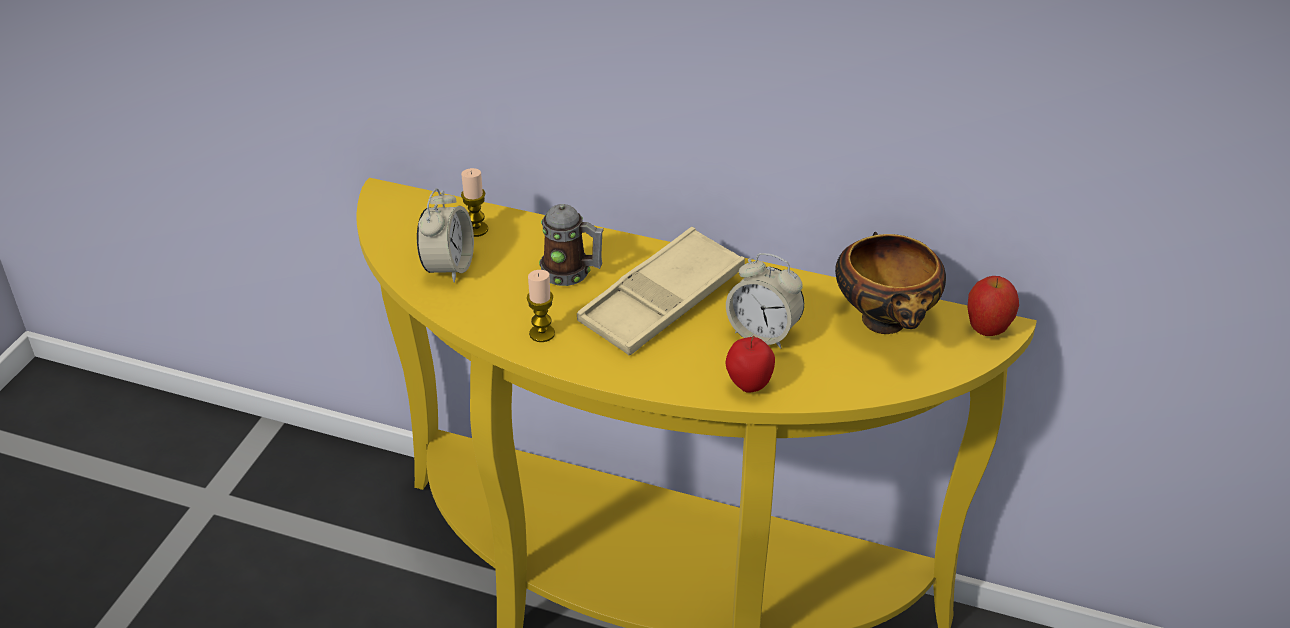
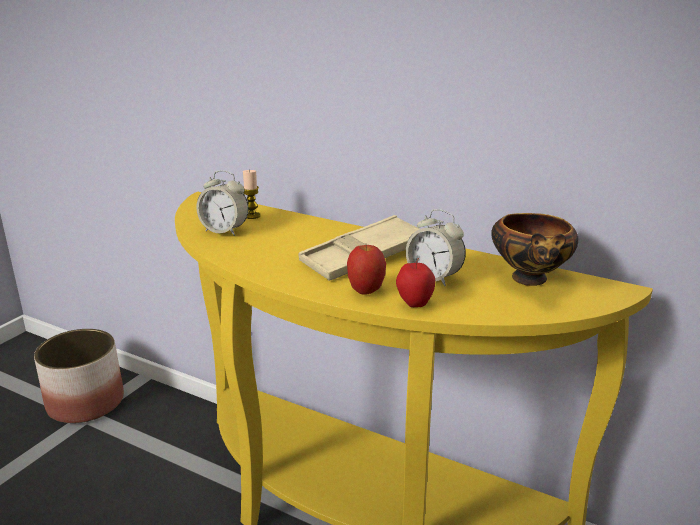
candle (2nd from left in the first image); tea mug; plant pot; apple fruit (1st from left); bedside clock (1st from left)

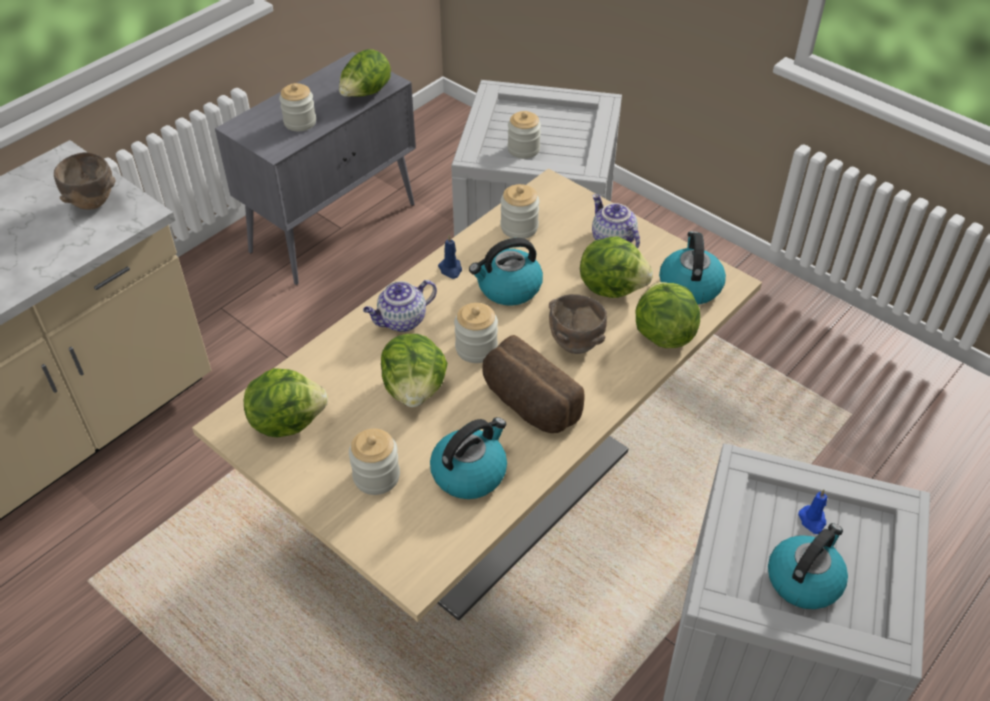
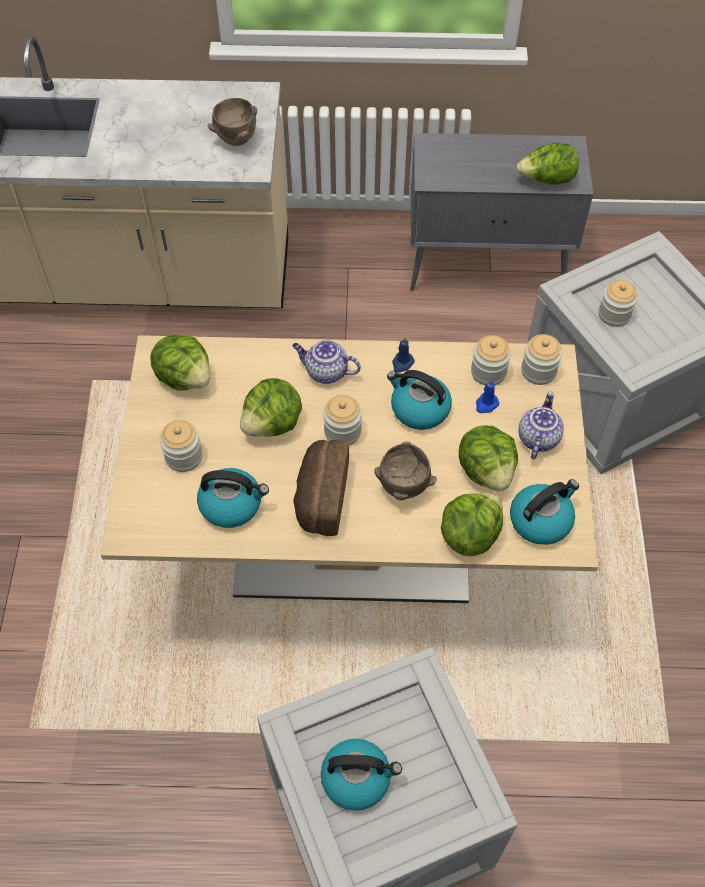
storage jar (4th from left); candle/blue-coloured (2nd from left)

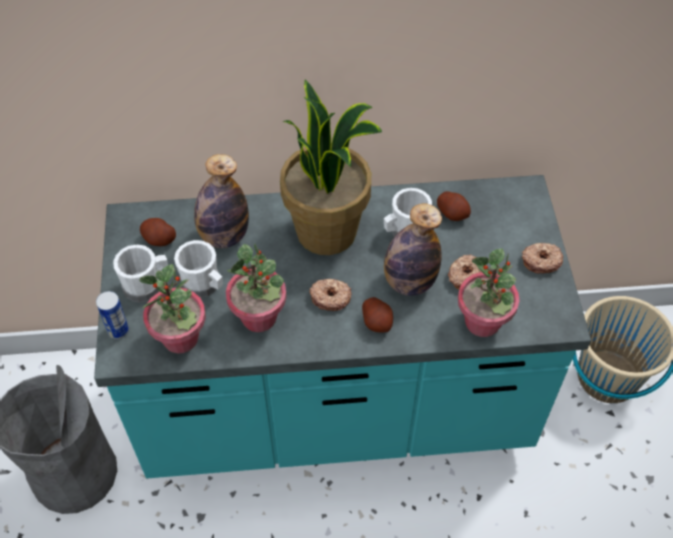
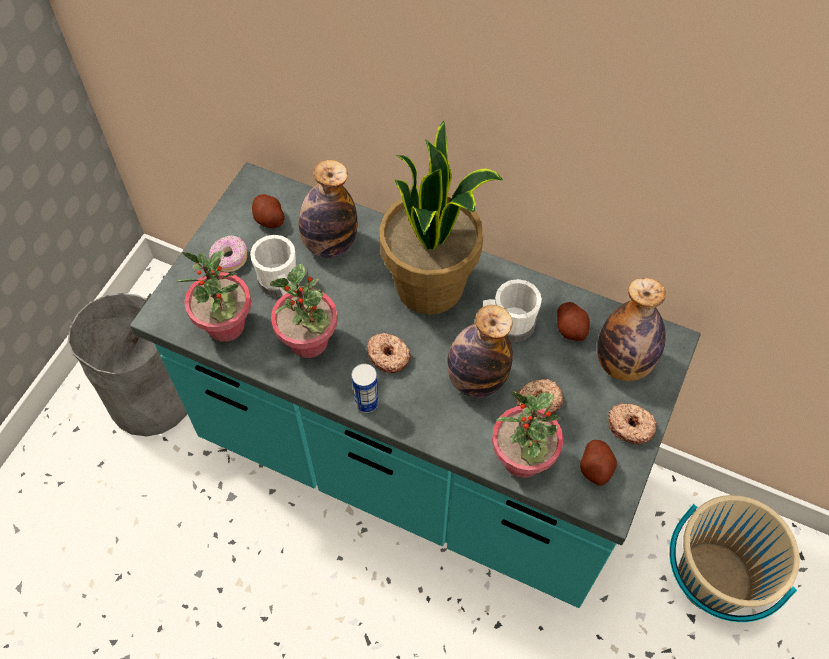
drink bottle (3rd from left); metal can; potato (3rd from left); ring doughnut (1st from left)

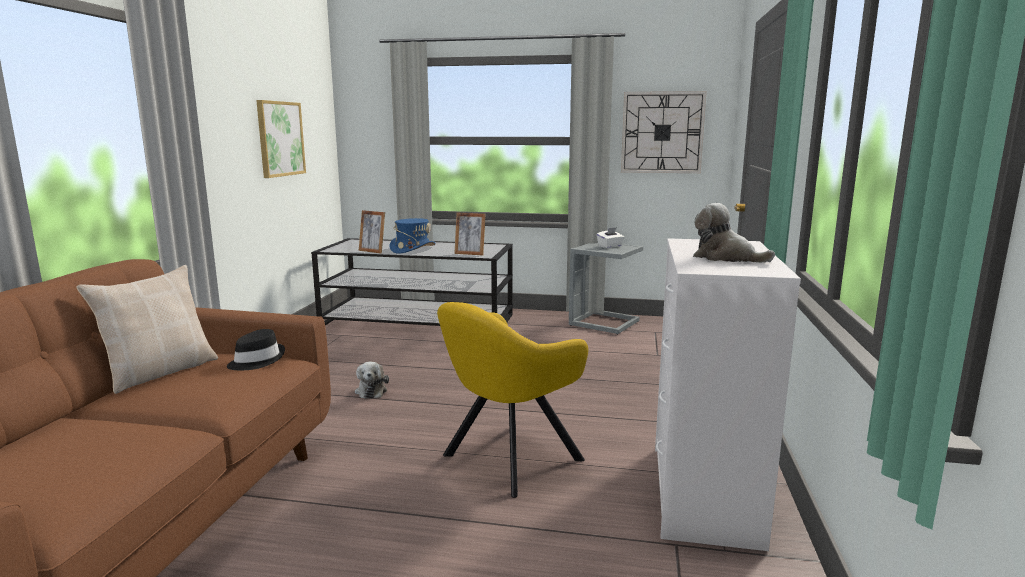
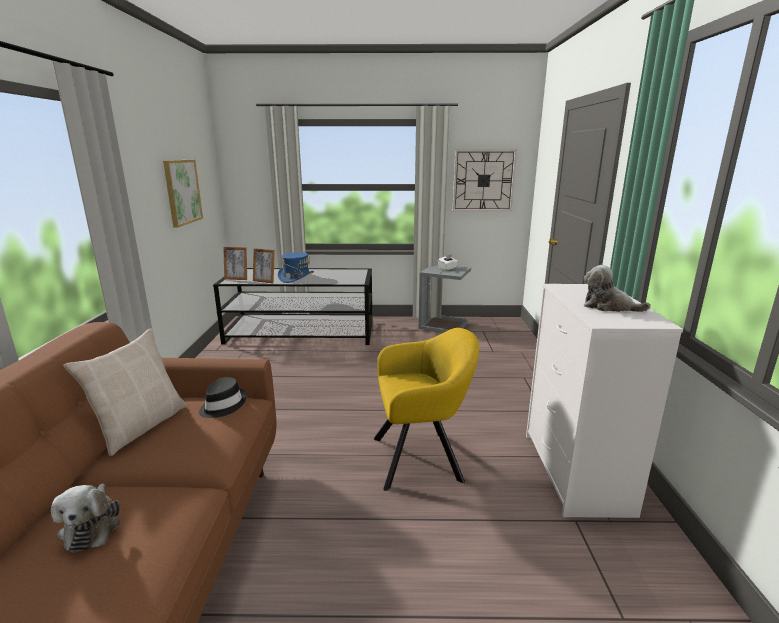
soft toy (1st from left); standing frame (1st from left); easy chair/yellow-coloured

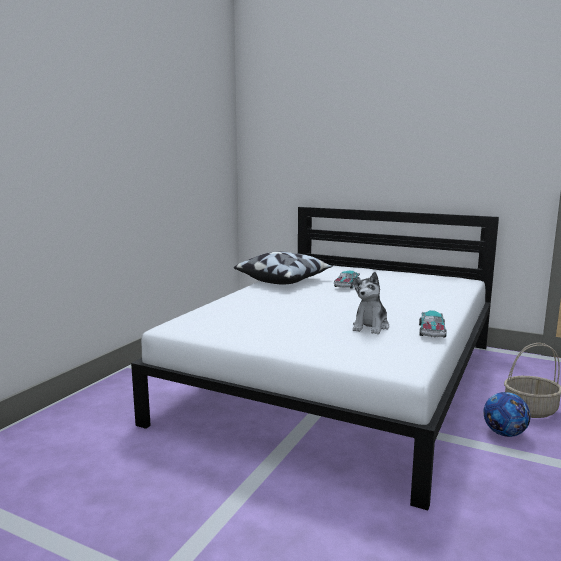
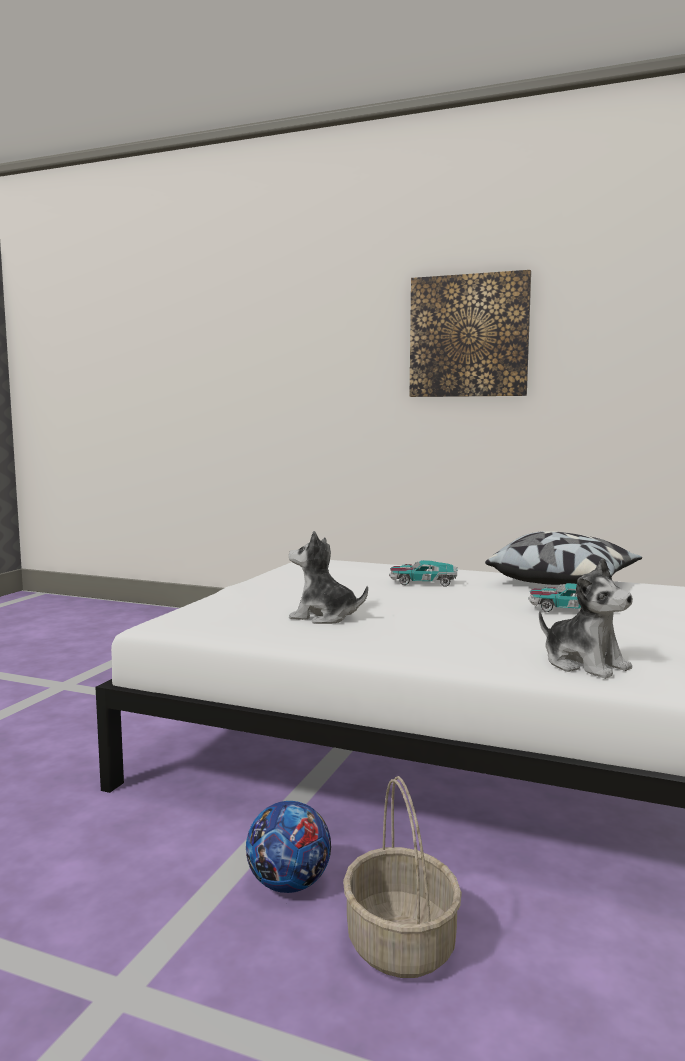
picture; soft toy (2nd from left); toy car (1st from left)

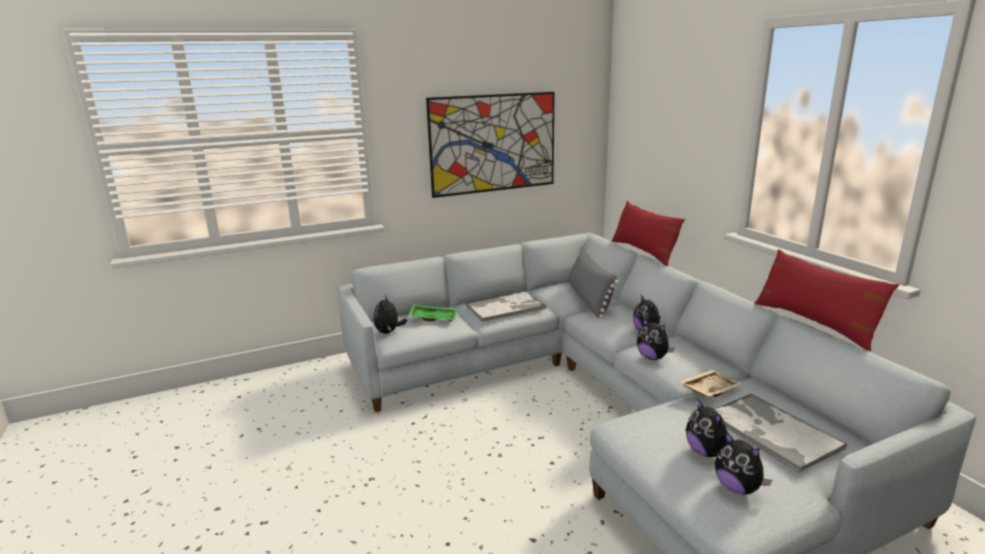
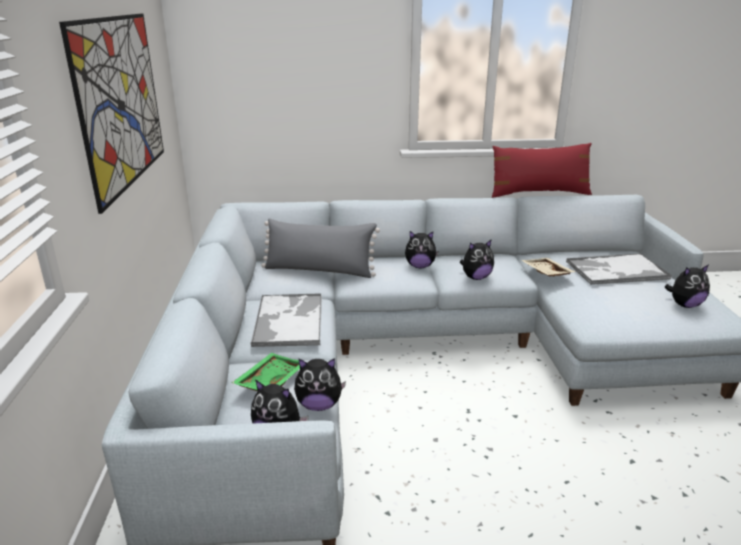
cushion/red-coloured (1st from left in the first image); soft toy (2nd from left)

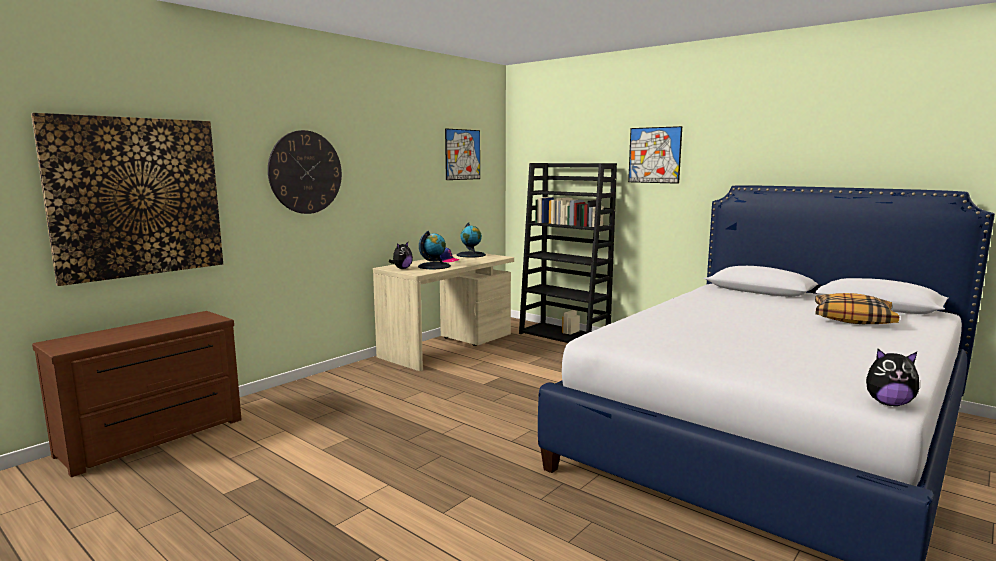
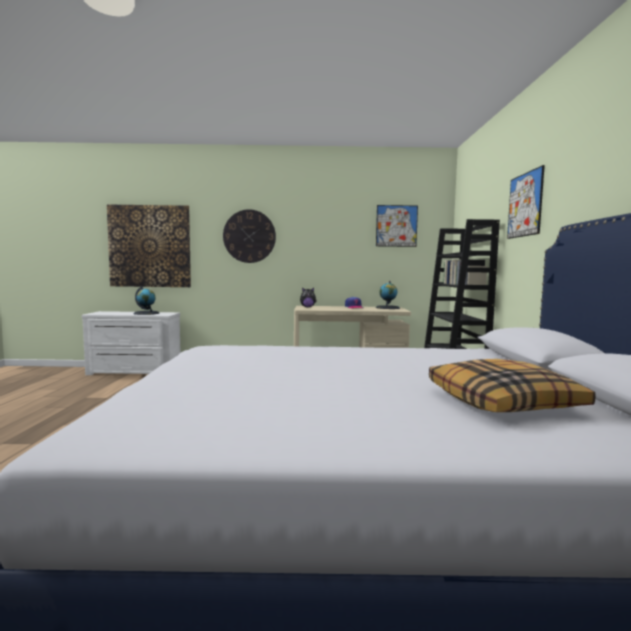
soft toy (2nd from left in the first image); globe (1st from left); chest of drawers/white

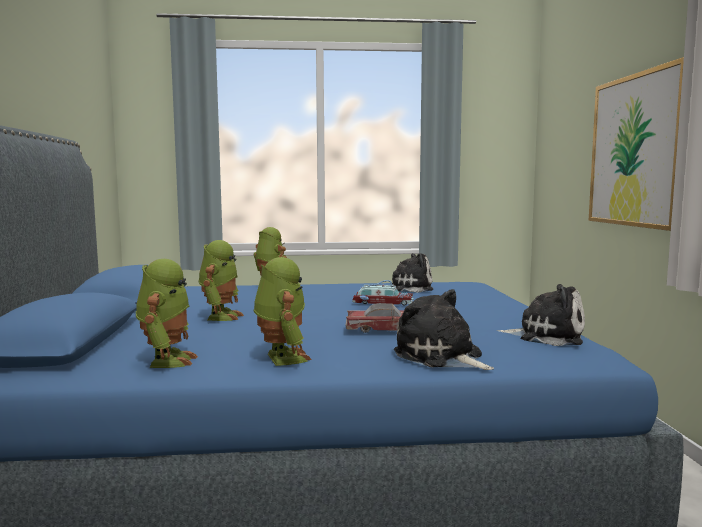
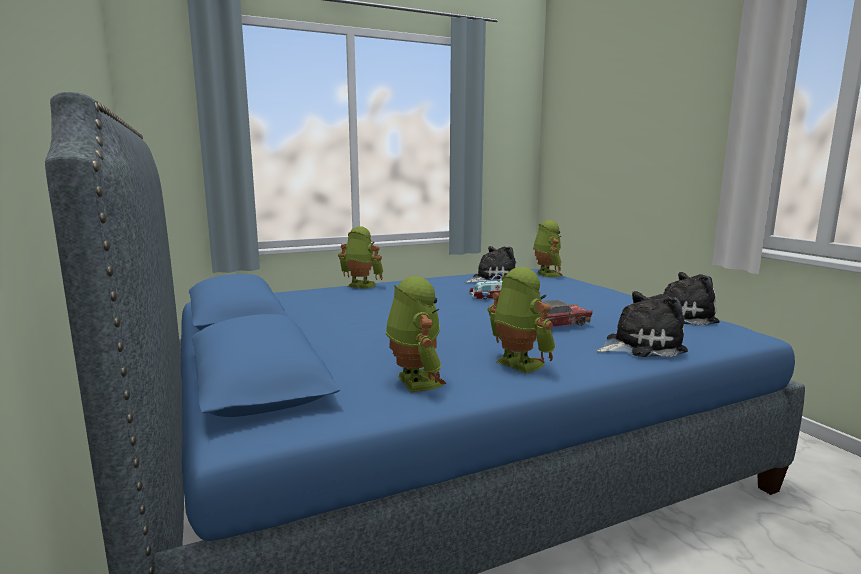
picture; robot figure (4th from left); soft toy (2nd from left)

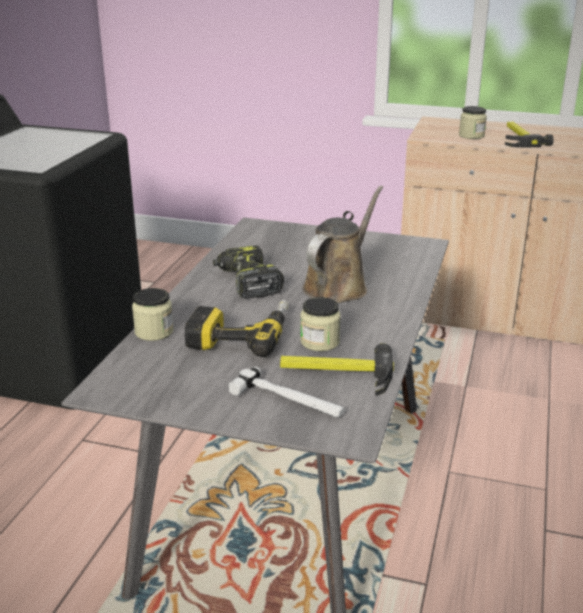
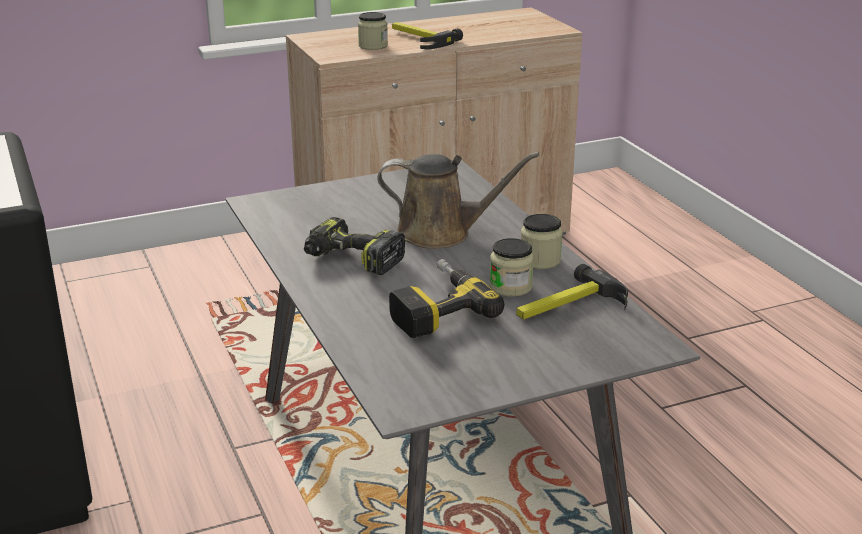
hand hammer (1st from left in the first image); storage jar (3rd from left); watering can/brown

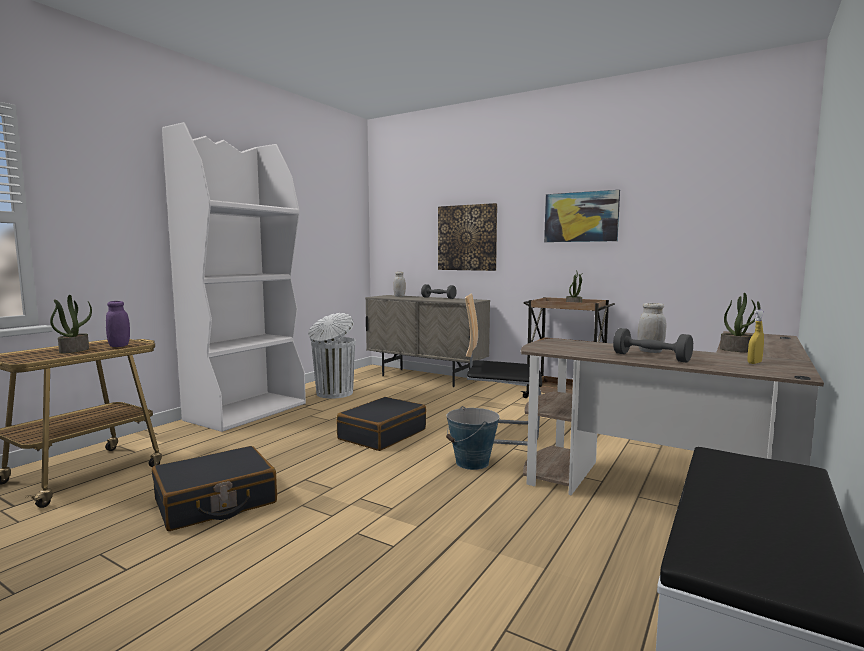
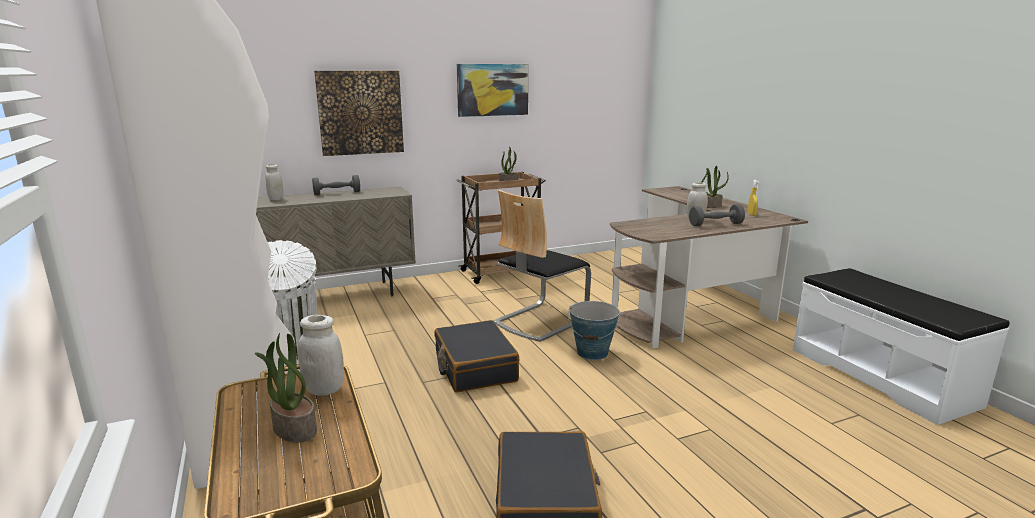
storage jar/white (2nd from left)

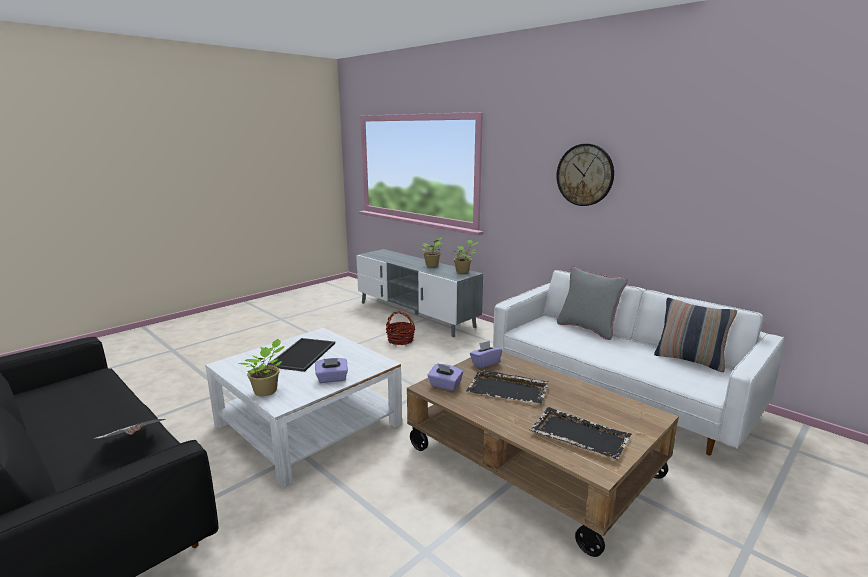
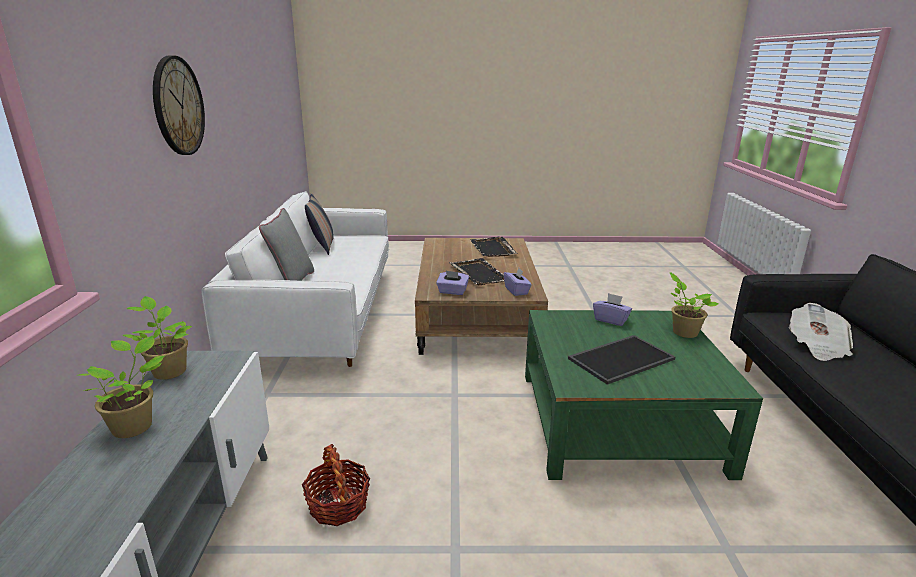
coffee table/green

